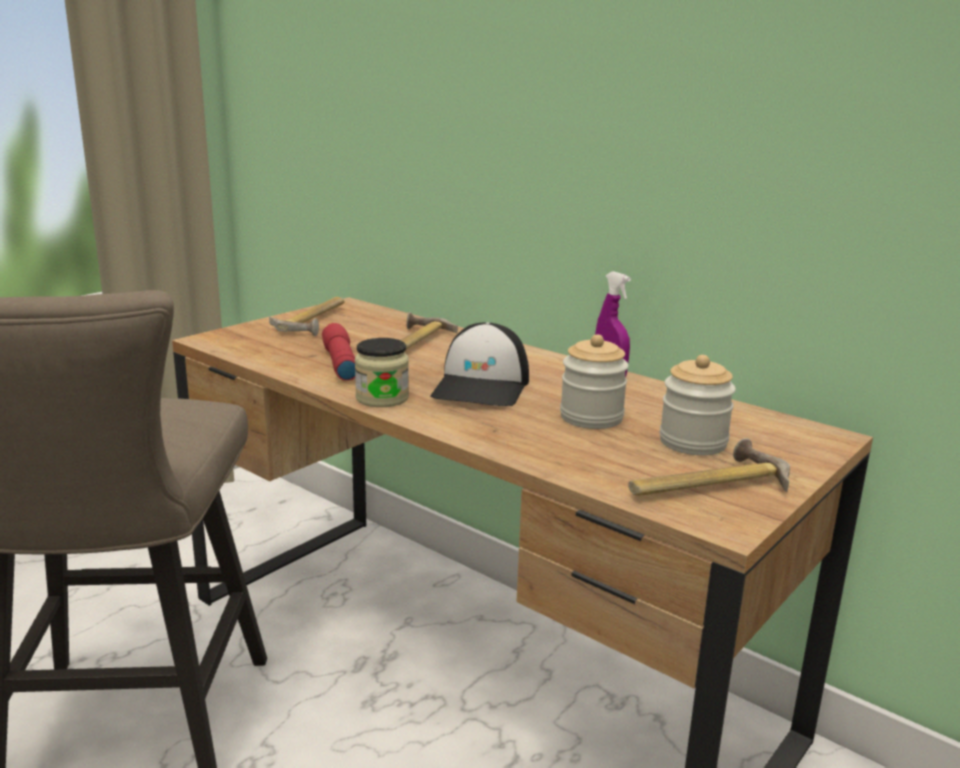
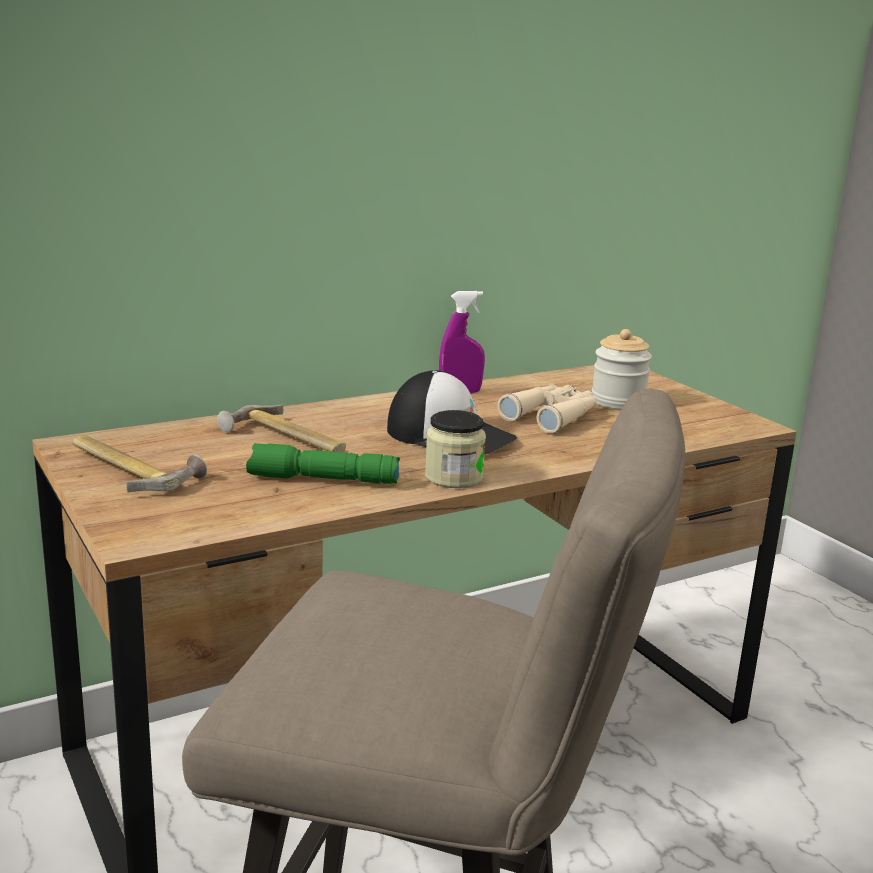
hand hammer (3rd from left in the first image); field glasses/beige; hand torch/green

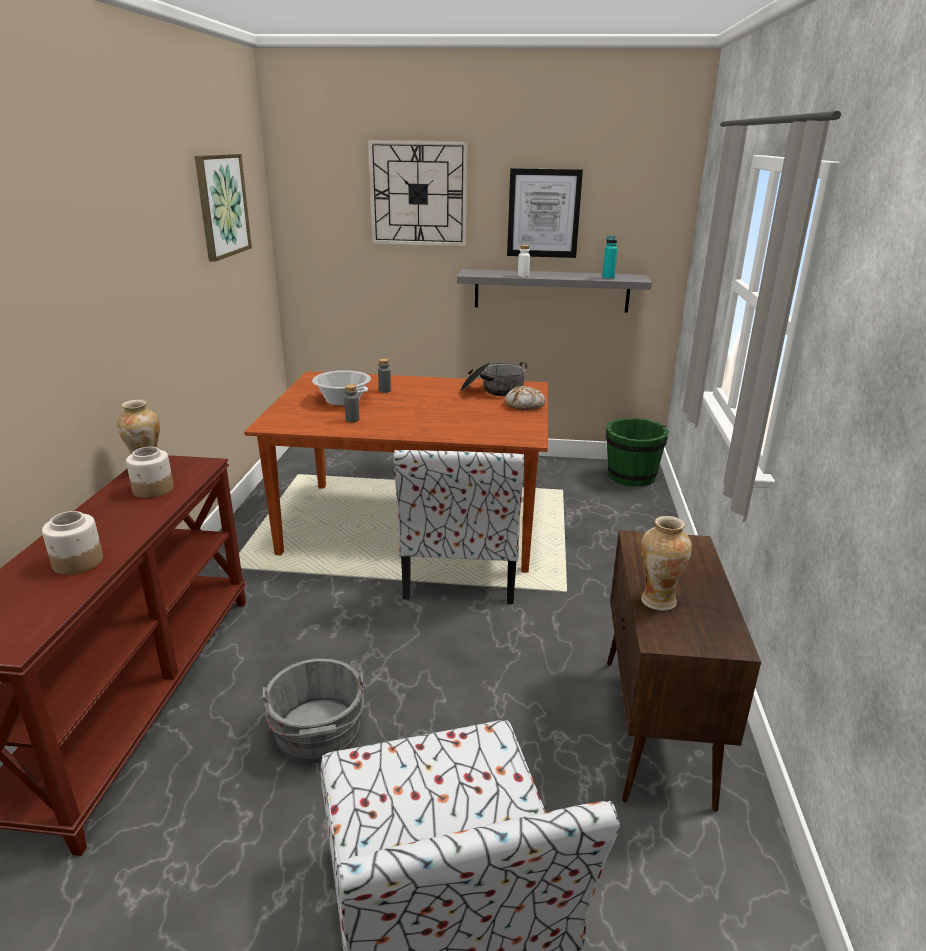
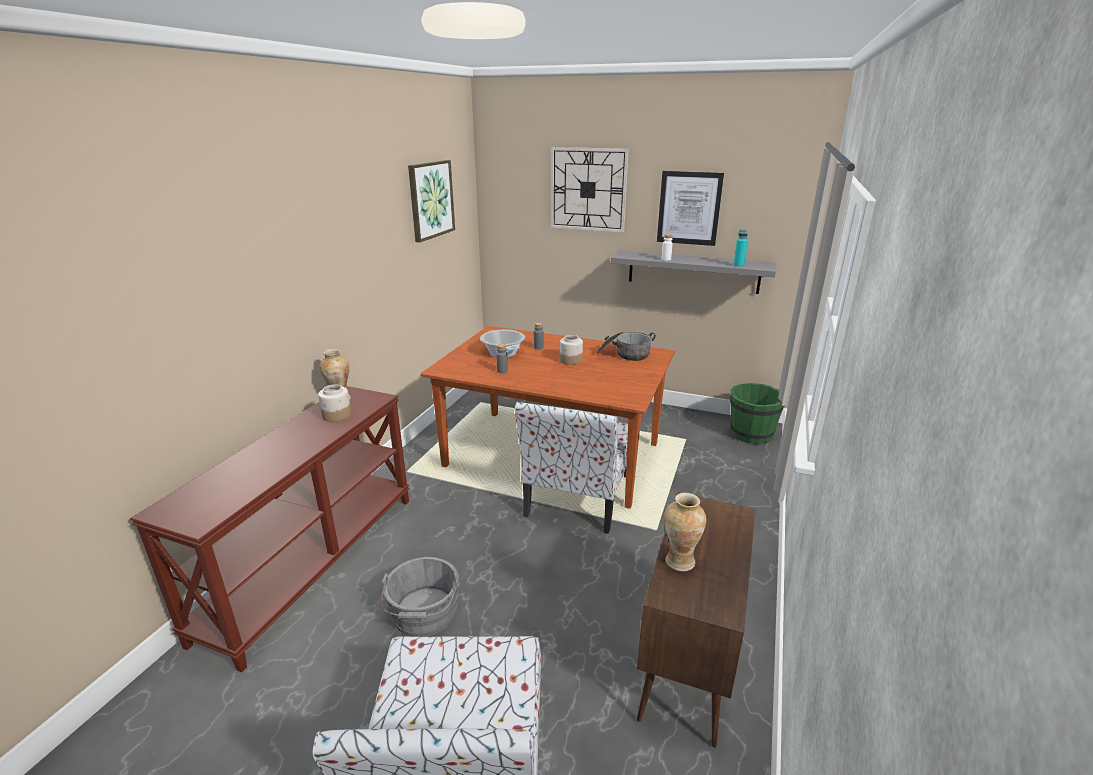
baked bread; storage jar (2nd from left)

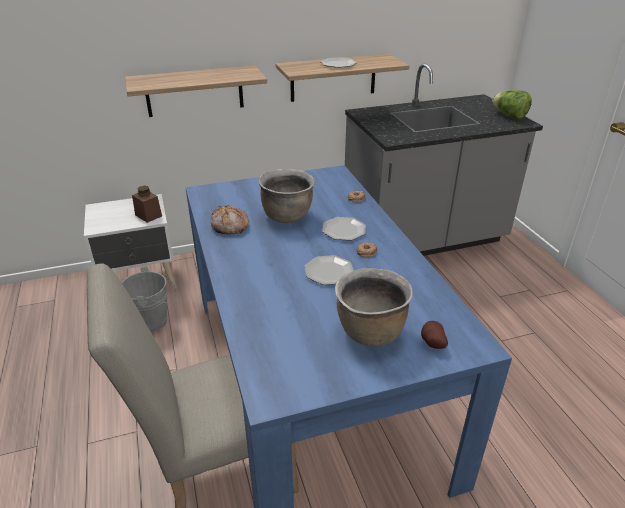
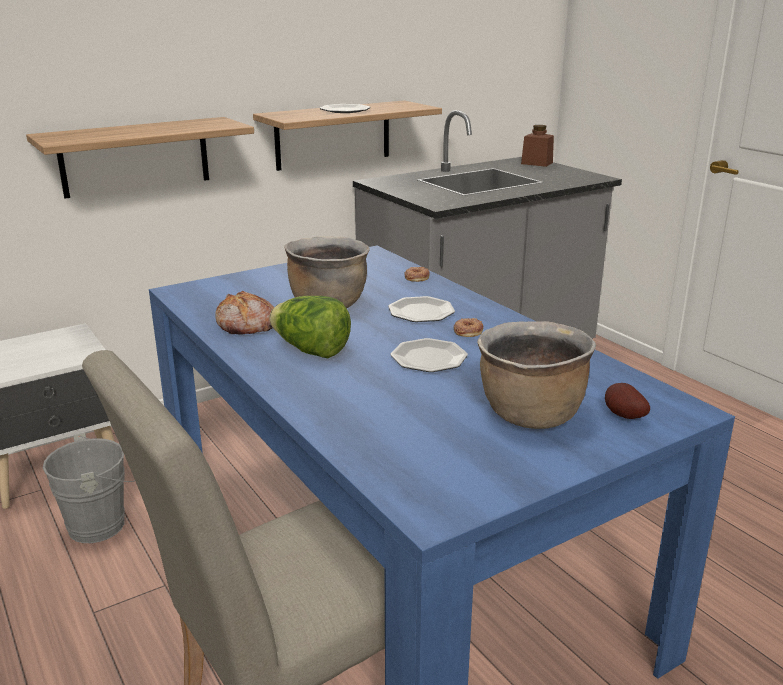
storage jar/brown; lettuce head

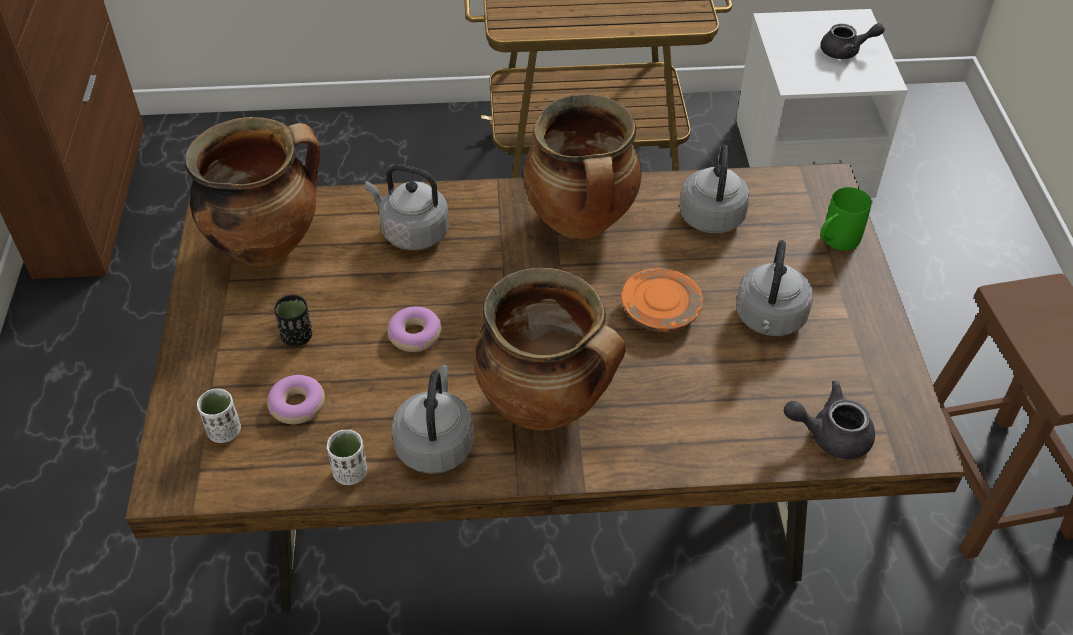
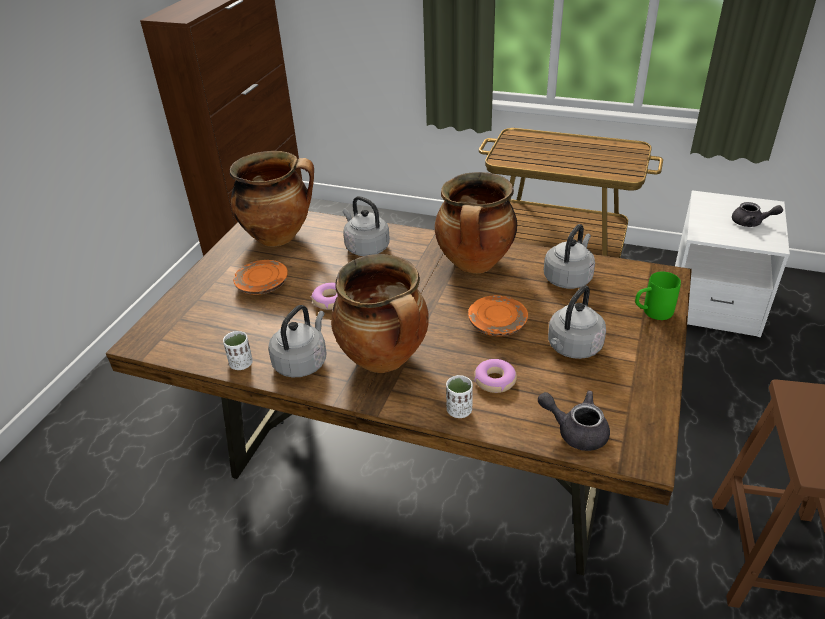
cup/white (2nd from left); ring doughnut (2nd from left); plate/orange (1st from left)

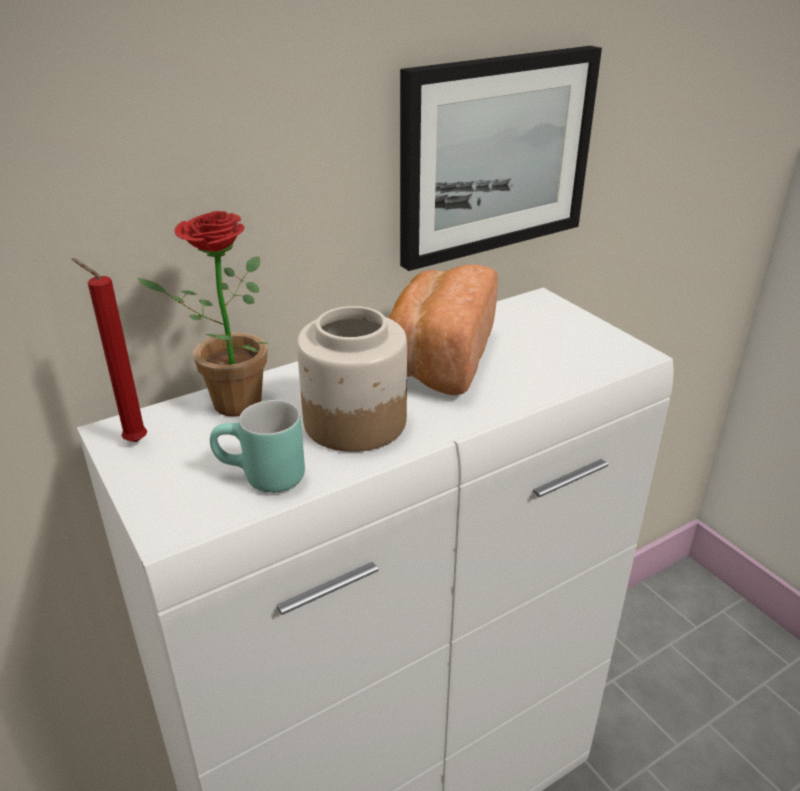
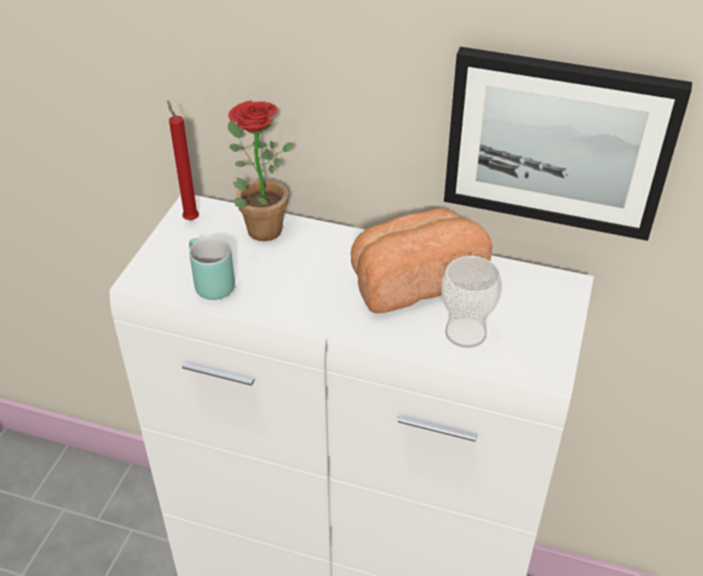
storage jar; cup

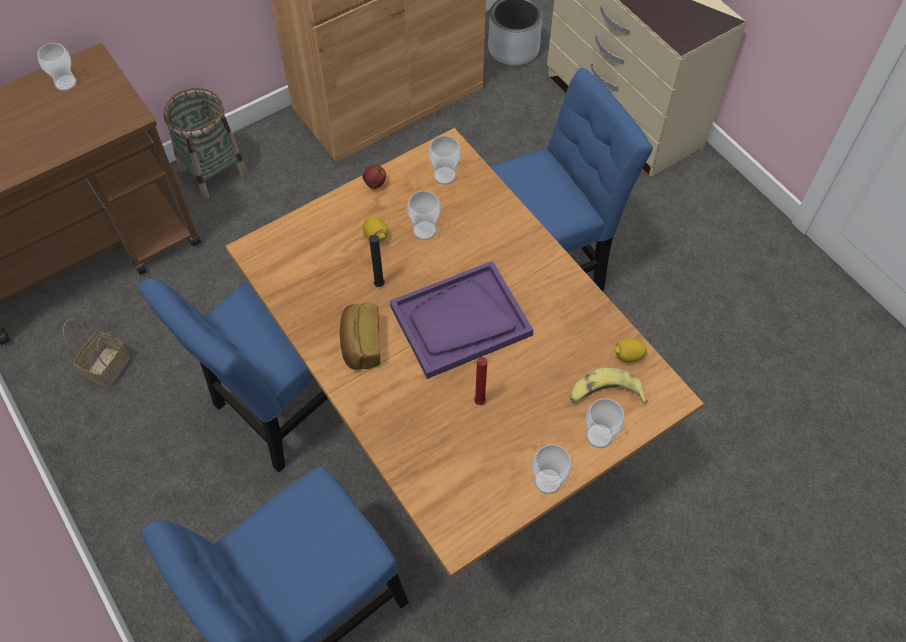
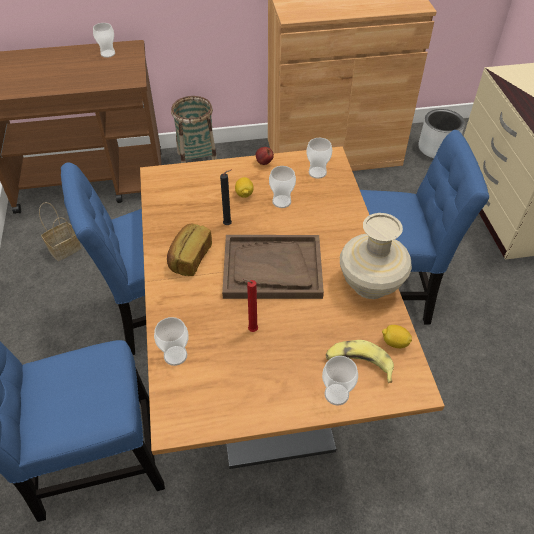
vase/beige; cup (2nd from left); tray/brown

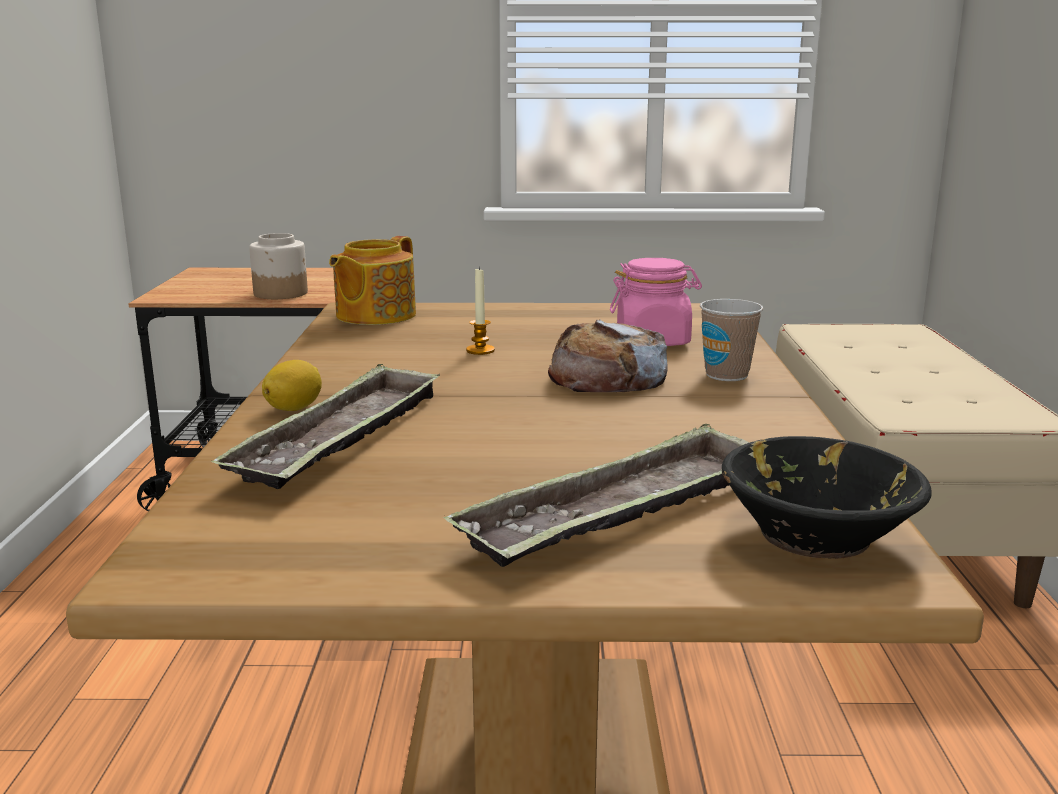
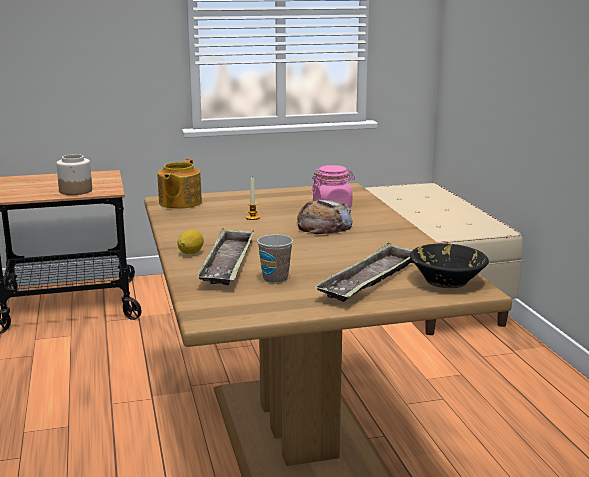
cup

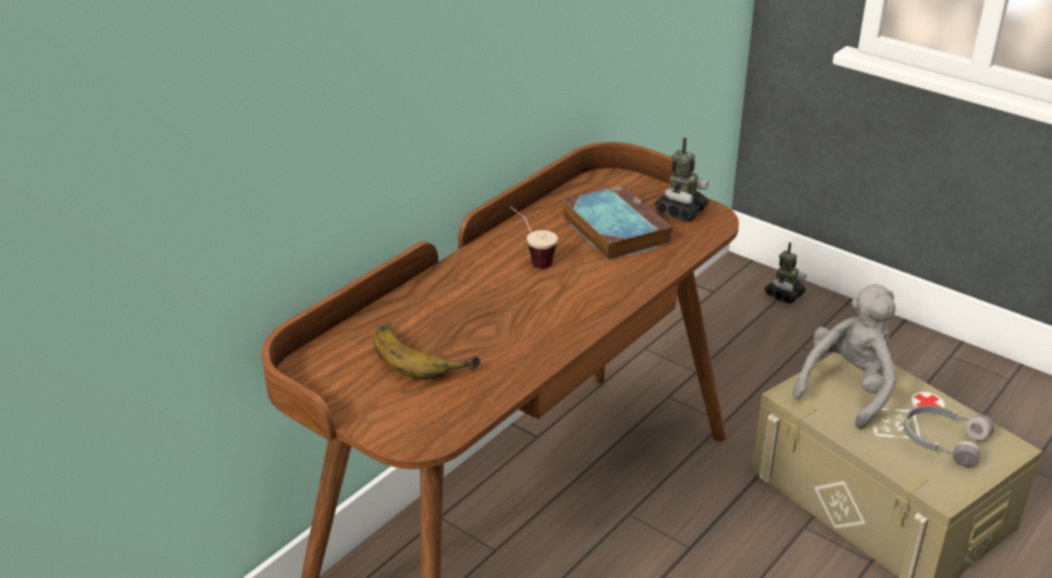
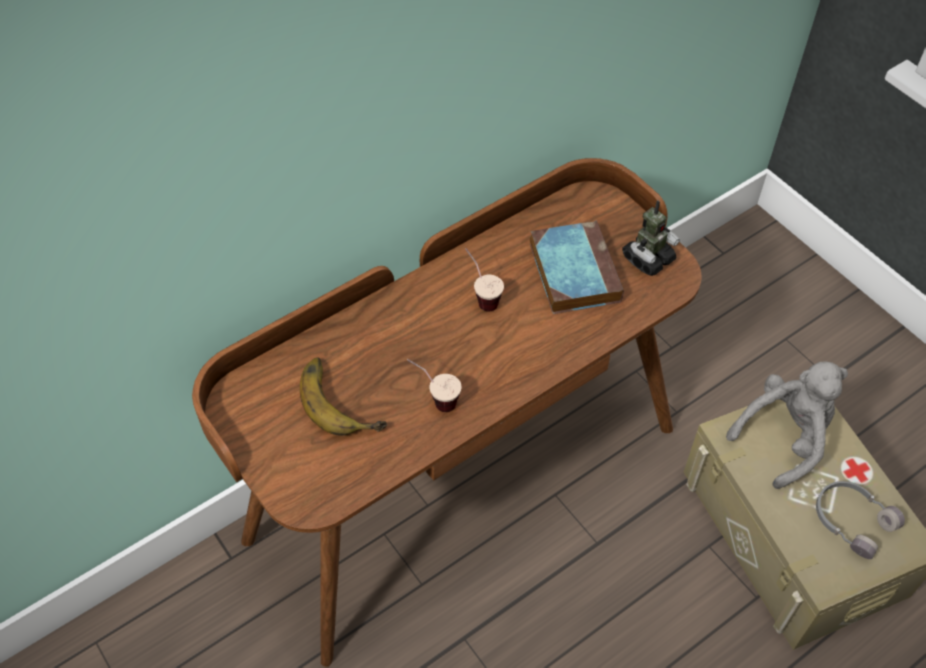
robot figure (2nd from left in the first image); cup (1st from left)

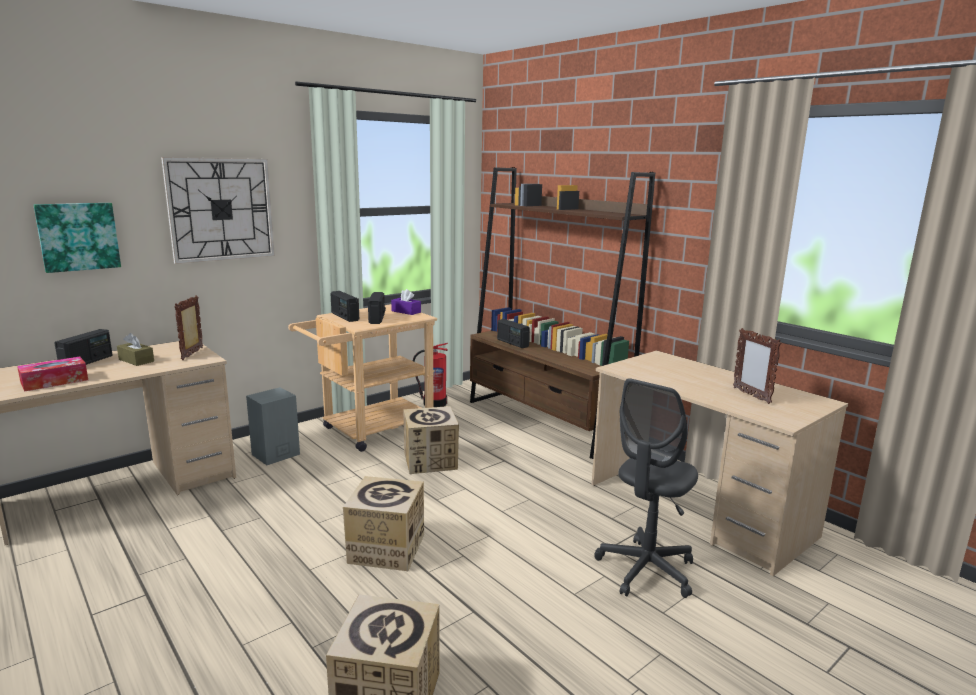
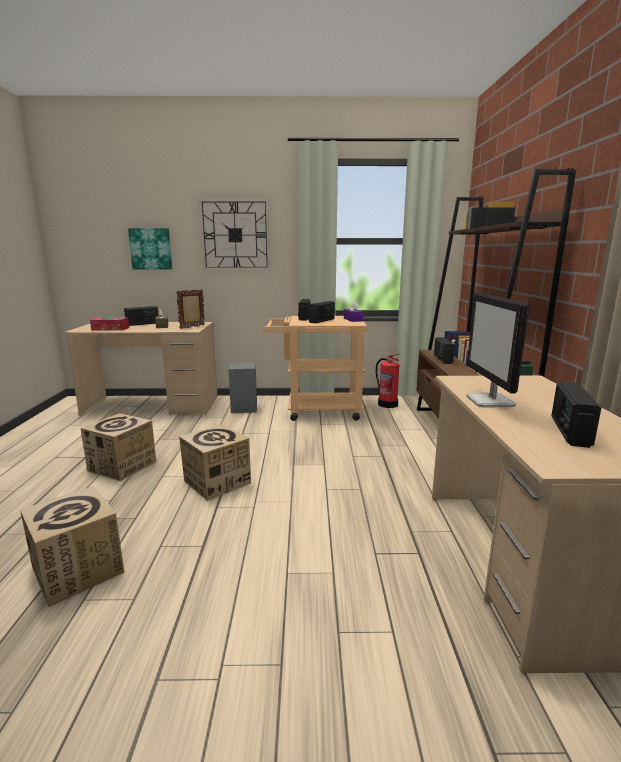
office chair/grey; monitor; packing box (2nd from left); radio set (5th from left)

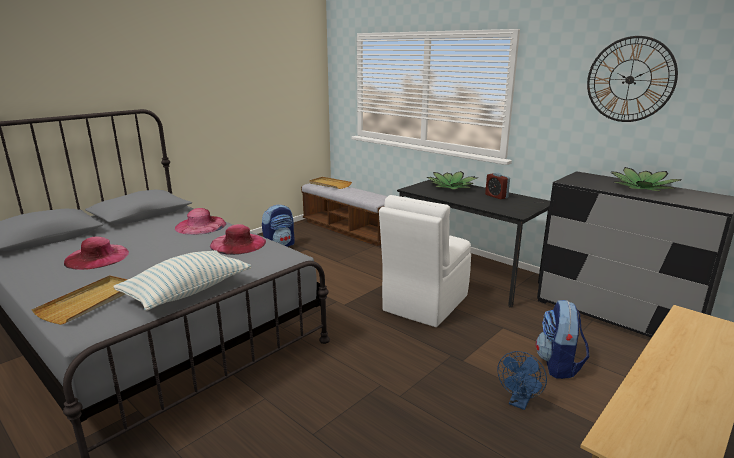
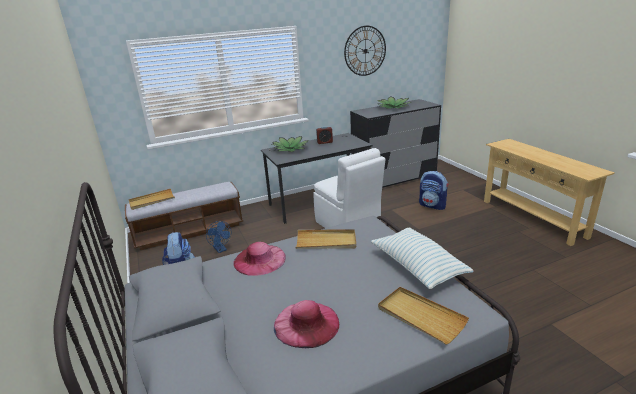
cooling fan/blue-coloured; tray/beige (2nd from left)

